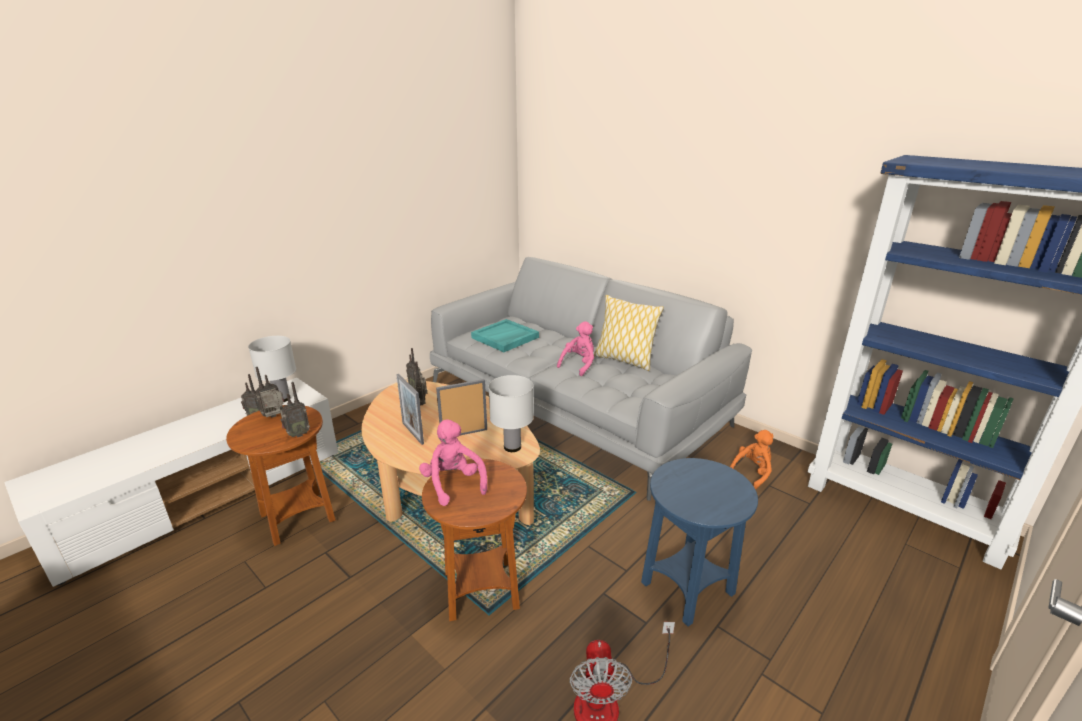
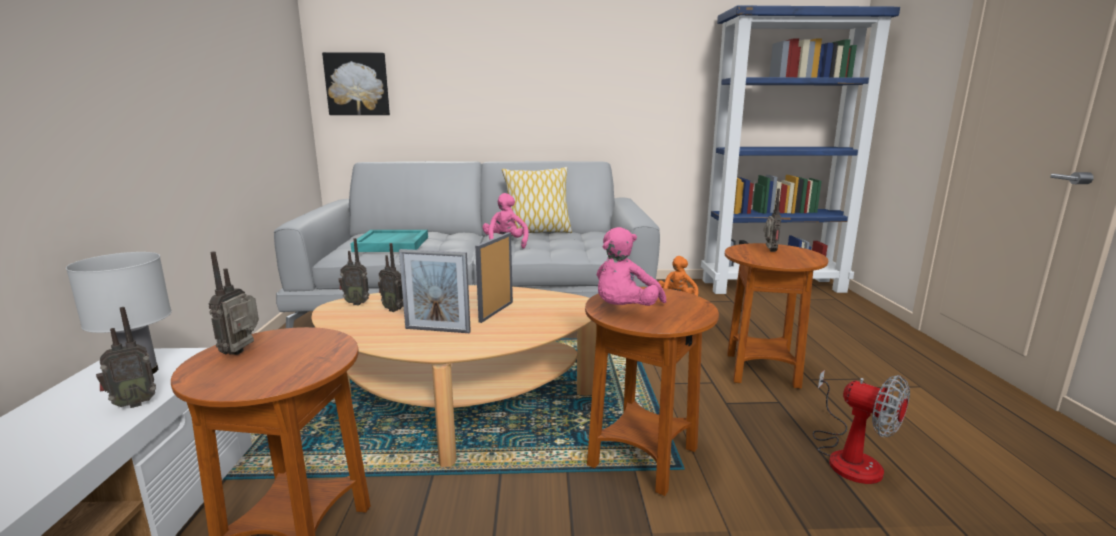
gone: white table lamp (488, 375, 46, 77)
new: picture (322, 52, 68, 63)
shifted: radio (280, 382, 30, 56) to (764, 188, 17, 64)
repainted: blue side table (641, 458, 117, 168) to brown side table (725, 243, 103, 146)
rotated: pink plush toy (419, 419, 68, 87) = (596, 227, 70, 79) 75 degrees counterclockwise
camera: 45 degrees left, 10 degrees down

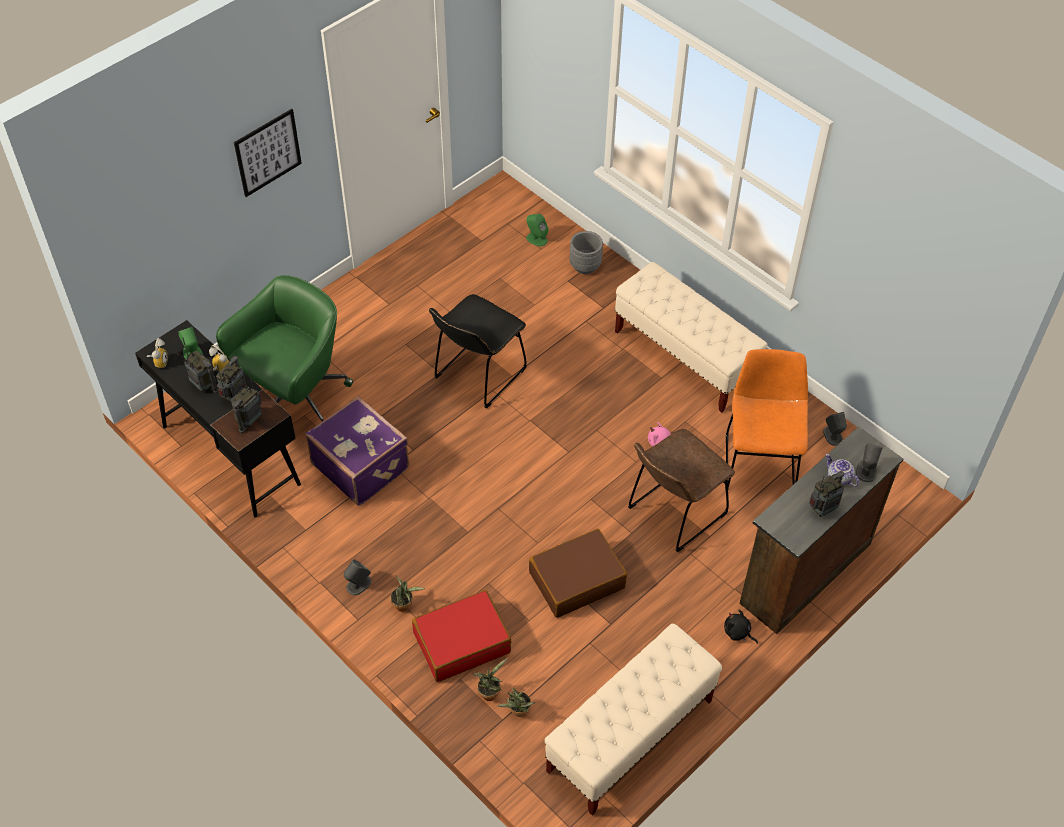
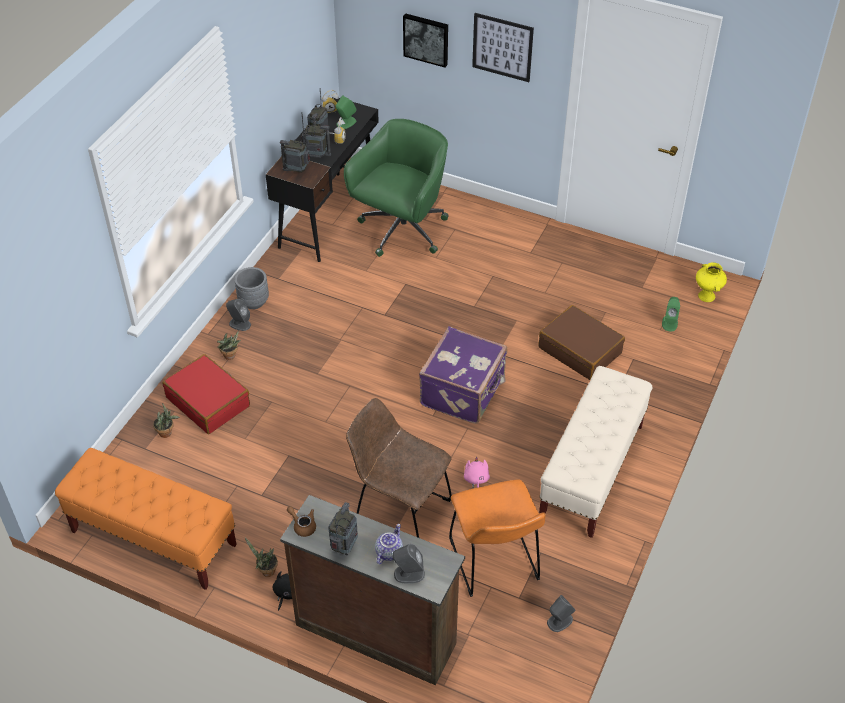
gone: black chair (429, 294, 98, 114)
new: brown teapot (287, 506, 29, 31); picture (403, 13, 45, 55); yellow vase (696, 262, 31, 40)
shifted: purple suitcase (306, 396, 103, 110) to (419, 326, 88, 98); potted plant (497, 688, 38, 29) to (245, 538, 33, 39); brown suitcase (529, 529, 98, 89) to (539, 305, 86, 75); grey planter (570, 231, 33, 43) to (235, 267, 34, 42)
repainted: beige bench (544, 624, 178, 192) to orange bench (55, 448, 182, 142)
rotated: green office chair (216, 275, 137, 147) = (344, 119, 105, 138) 75 degrees counterclockwise; orange chair (726, 349, 82, 139) = (449, 479, 97, 118) 90 degrees clockwise; radio (809, 471, 36, 46) = (328, 502, 30, 53) 105 degrees counterclockwise
camera: 70 degrees right, 5 degrees down

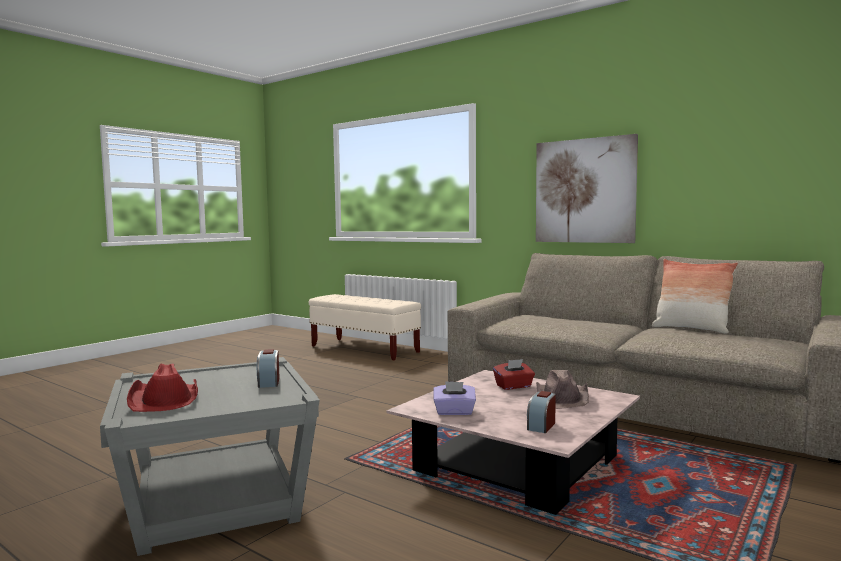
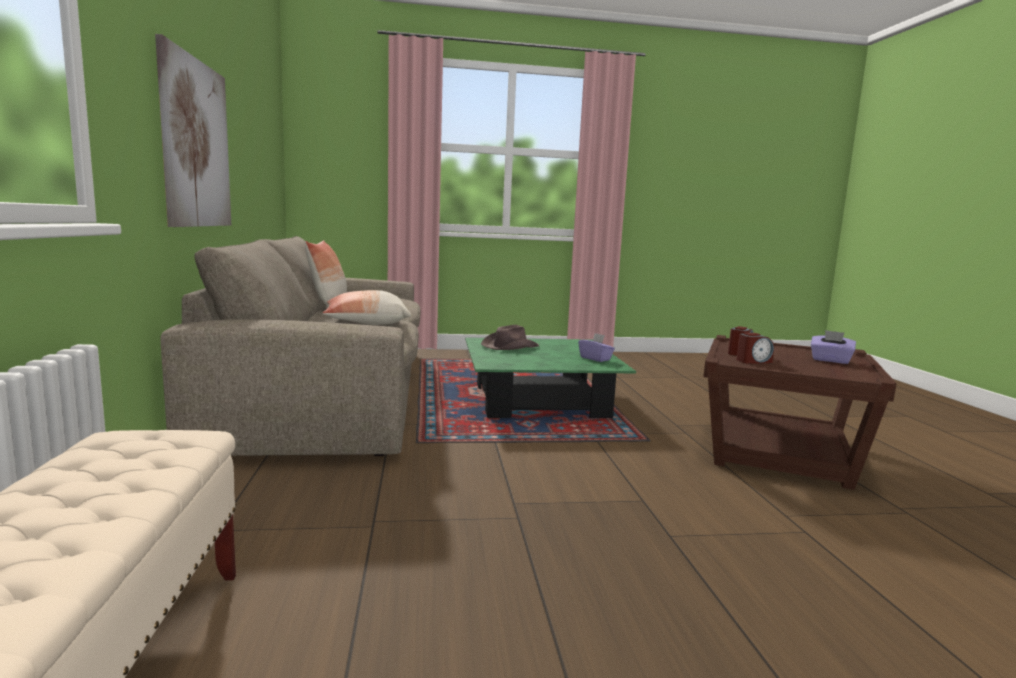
gone: red tissue box (493, 359, 42, 31)
new: pillow (322, 290, 89, 35)
shifted: alarm clock (527, 391, 29, 42) to (737, 333, 37, 31)
swapped: red hat (127, 364, 71, 48) to purple tissue box (811, 330, 45, 34)
repainted: grey side table (100, 357, 220, 199) to brown side table (704, 335, 193, 155); pink coffee table (387, 370, 253, 145) to green coffee table (465, 337, 171, 81)
camera: 135 degrees left, 5 degrees up

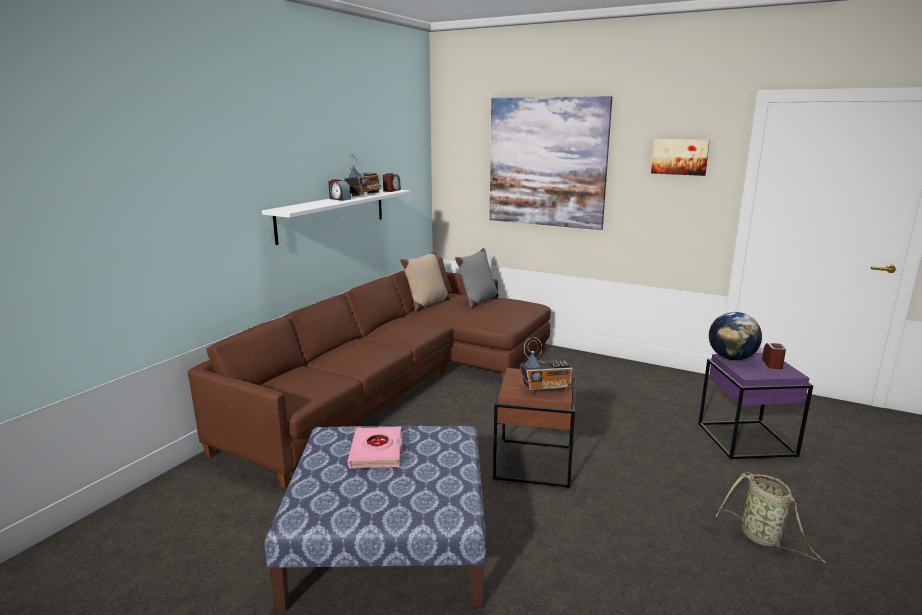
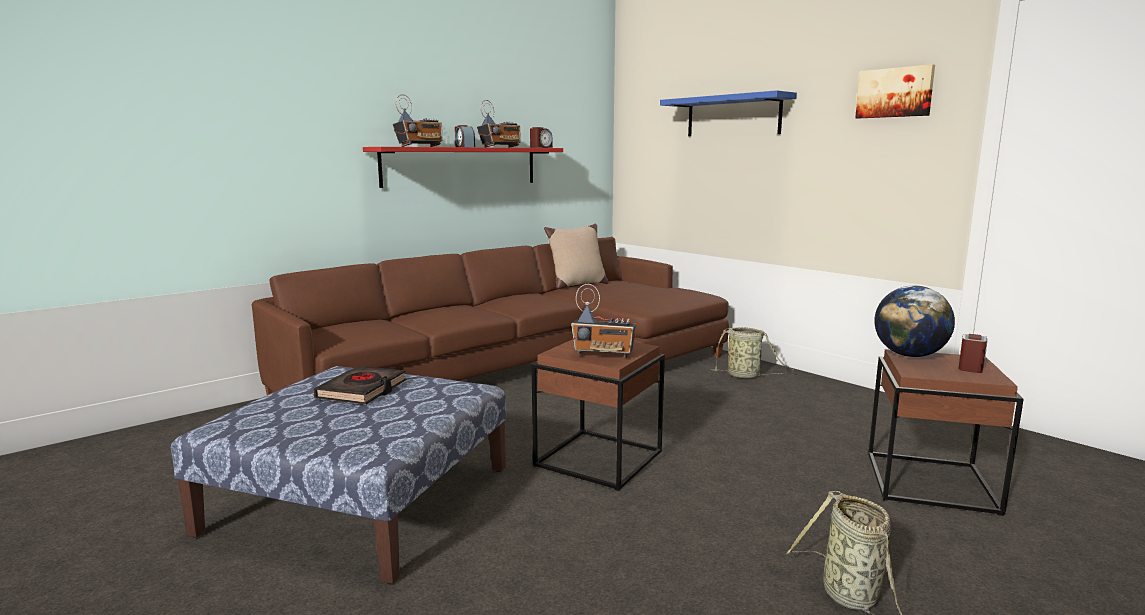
gone: grey pillow (455, 248, 44, 60)
new: radio (393, 94, 50, 53); basket (710, 327, 83, 51)
swapped: picture (490, 96, 122, 134) to blue shelf (660, 90, 137, 46)
repainted: white shelf (262, 189, 149, 56) to red shelf (363, 147, 200, 41); pink book (348, 427, 54, 41) to black book (313, 366, 93, 39); purple side table (698, 353, 115, 107) to brown side table (868, 349, 156, 167)
camera: 20 degrees right, 5 degrees down

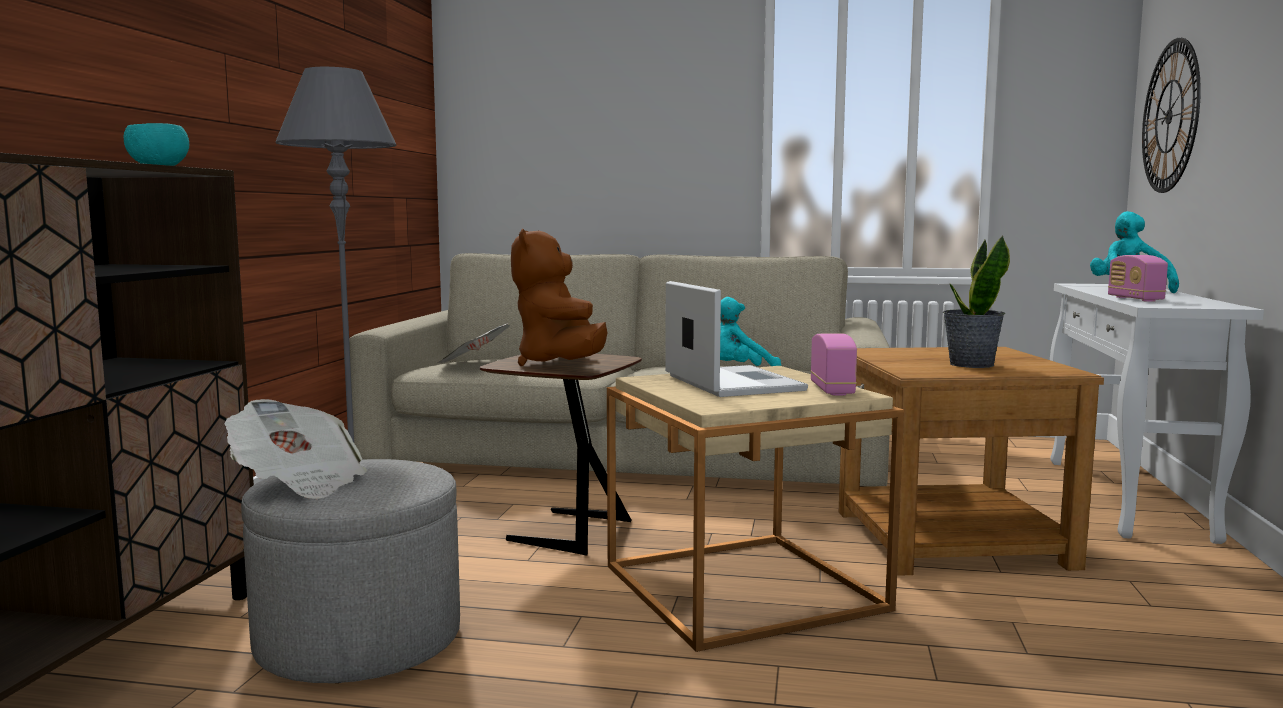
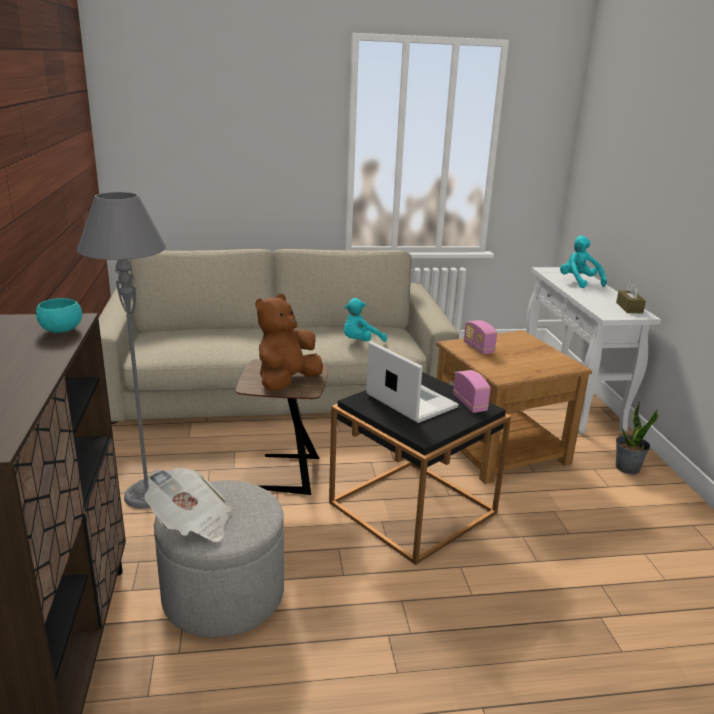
gone: newspaper (437, 323, 73, 40); wall clock (1142, 38, 59, 155)
new: brown tissue box (616, 282, 30, 32)
shifted: potted plant (943, 235, 67, 133) to (616, 401, 42, 73); radio (1108, 255, 60, 47) to (464, 320, 33, 34)
repainted: beige side table (607, 366, 297, 286) to black side table (329, 372, 182, 193)
rotated: brown plush toy (511, 229, 96, 137) = (256, 294, 67, 97) 60 degrees clockwise
camera: 20 degrees left, 15 degrees up

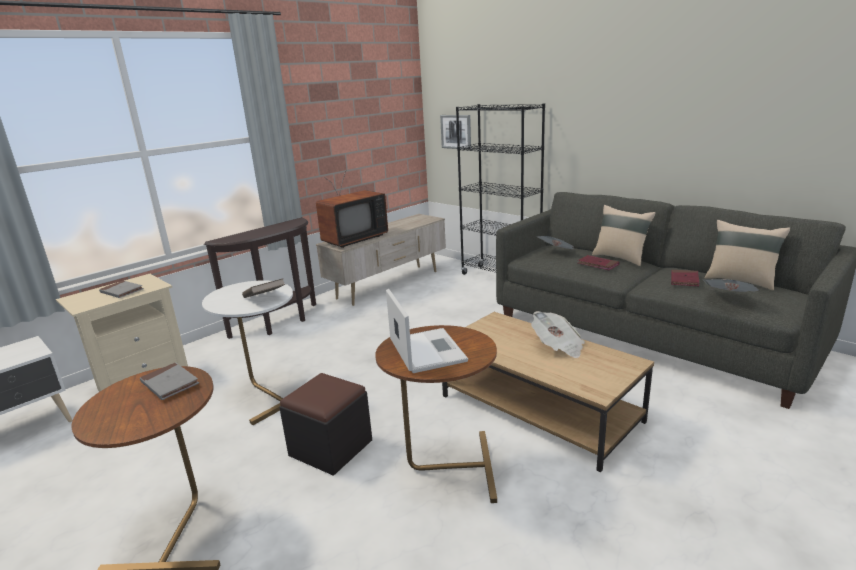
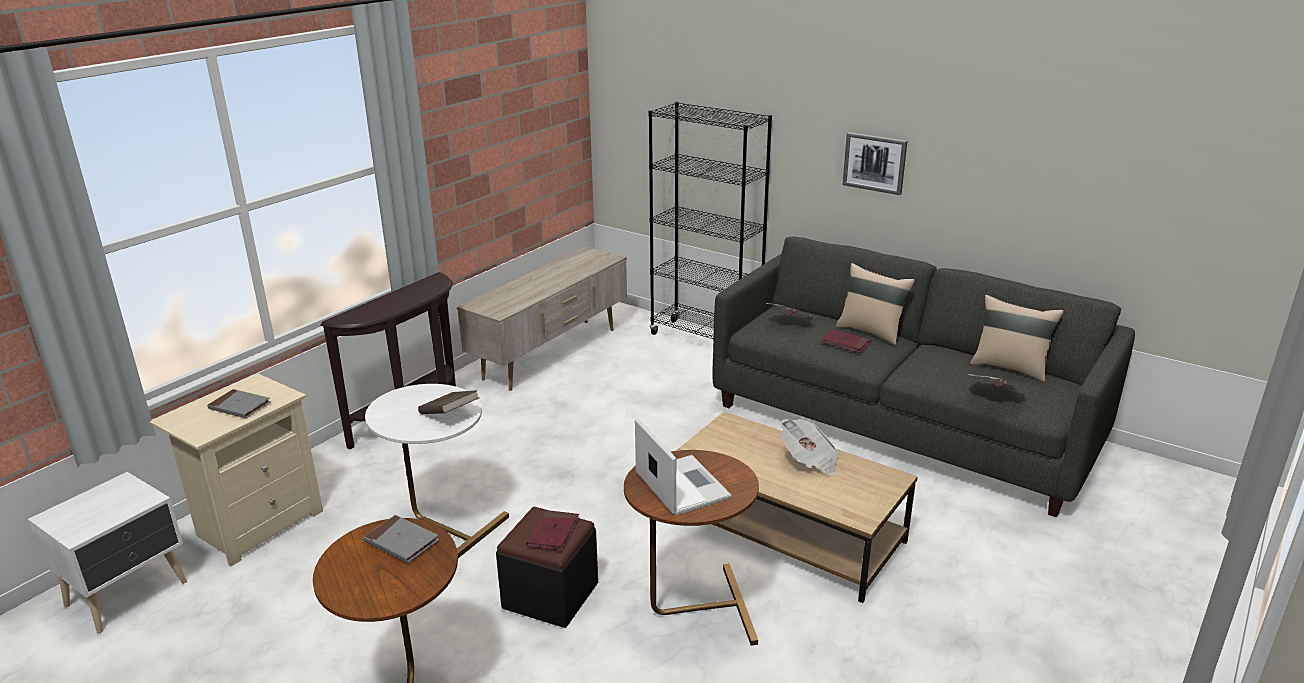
gone: television (316, 171, 72, 77)
shifted: picture (440, 115, 31, 34) to (843, 132, 64, 63); red book (671, 270, 29, 16) to (526, 510, 54, 41)
camera: 10 degrees left, 5 degrees up

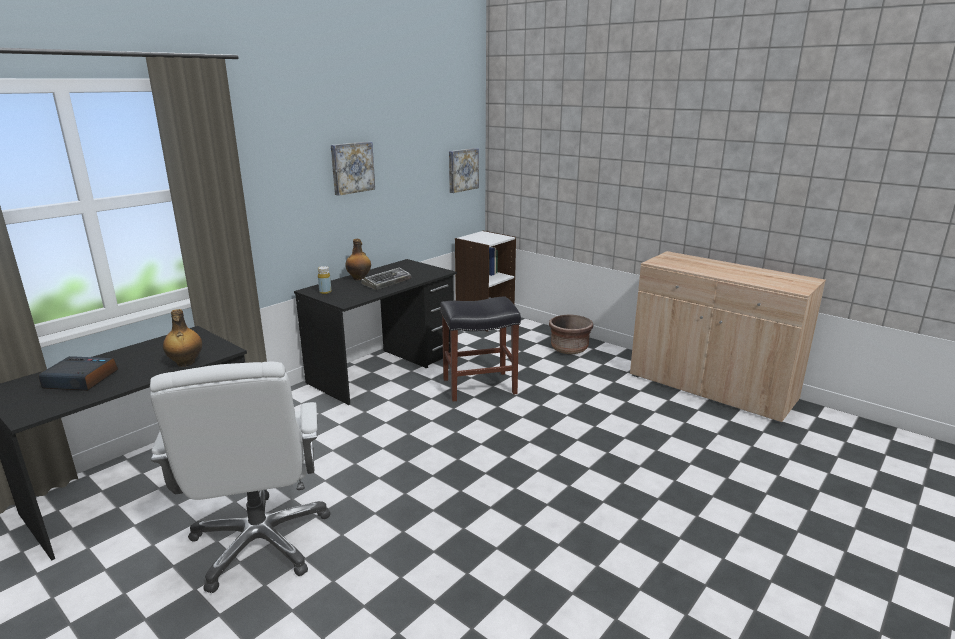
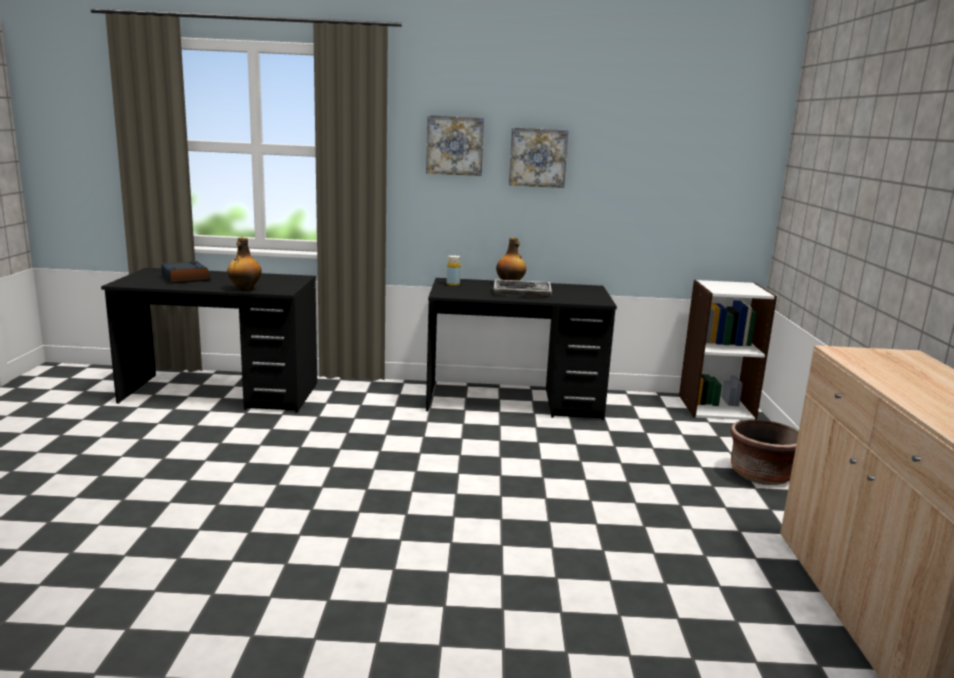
gone: white office chair (150, 362, 181, 231); black stool (440, 297, 81, 105)
shifted: picture (449, 148, 30, 45) to (426, 115, 58, 61)
camera: 50 degrees right, 5 degrees down

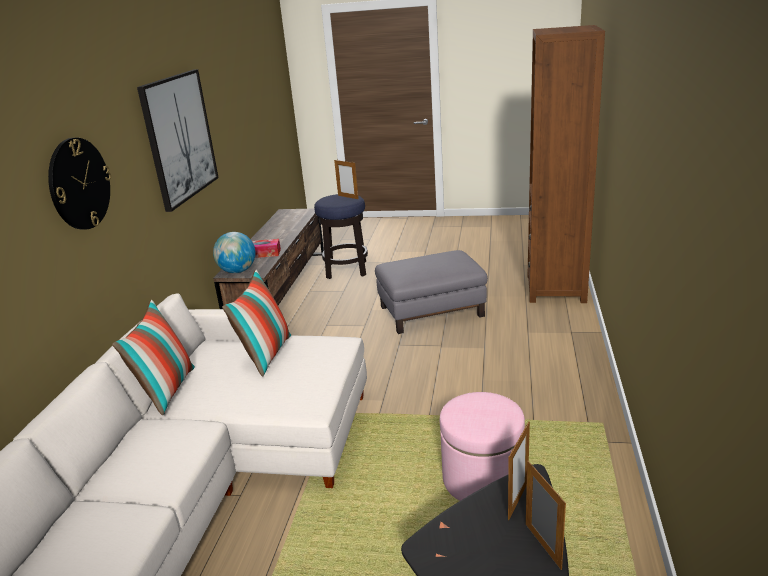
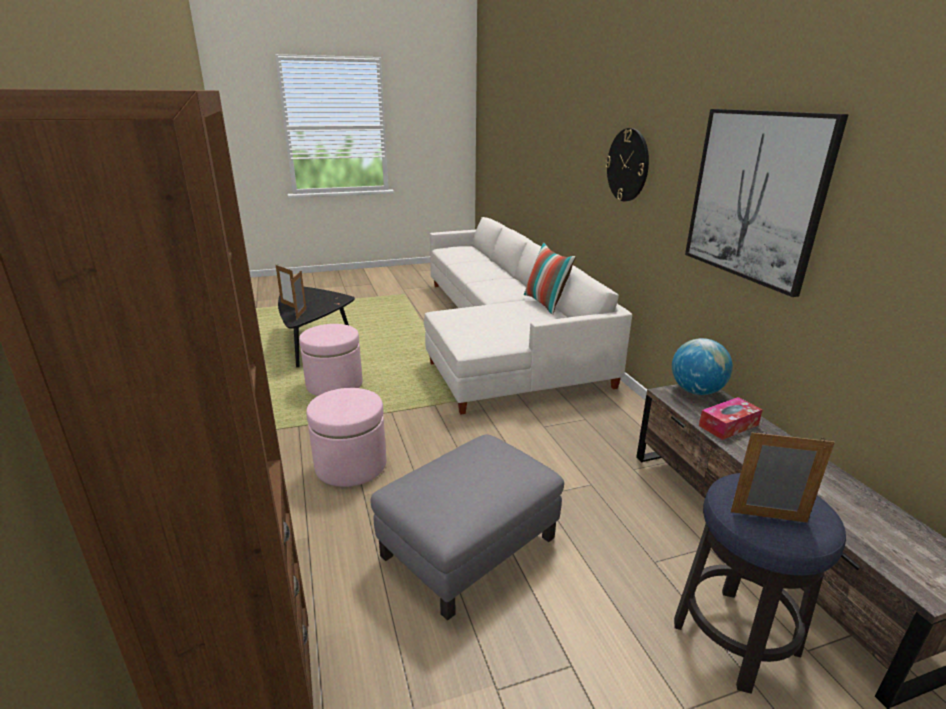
gone: pillow (222, 270, 69, 107)
new: pink ottoman (306, 388, 80, 99)
camera: 150 degrees right, 0 degrees up

